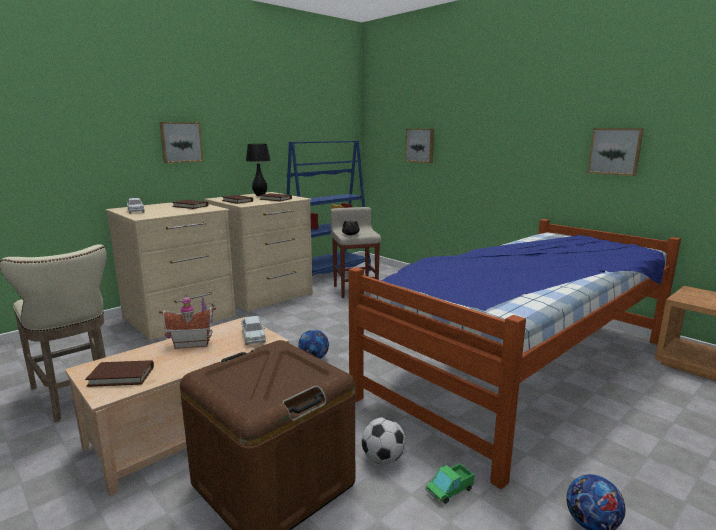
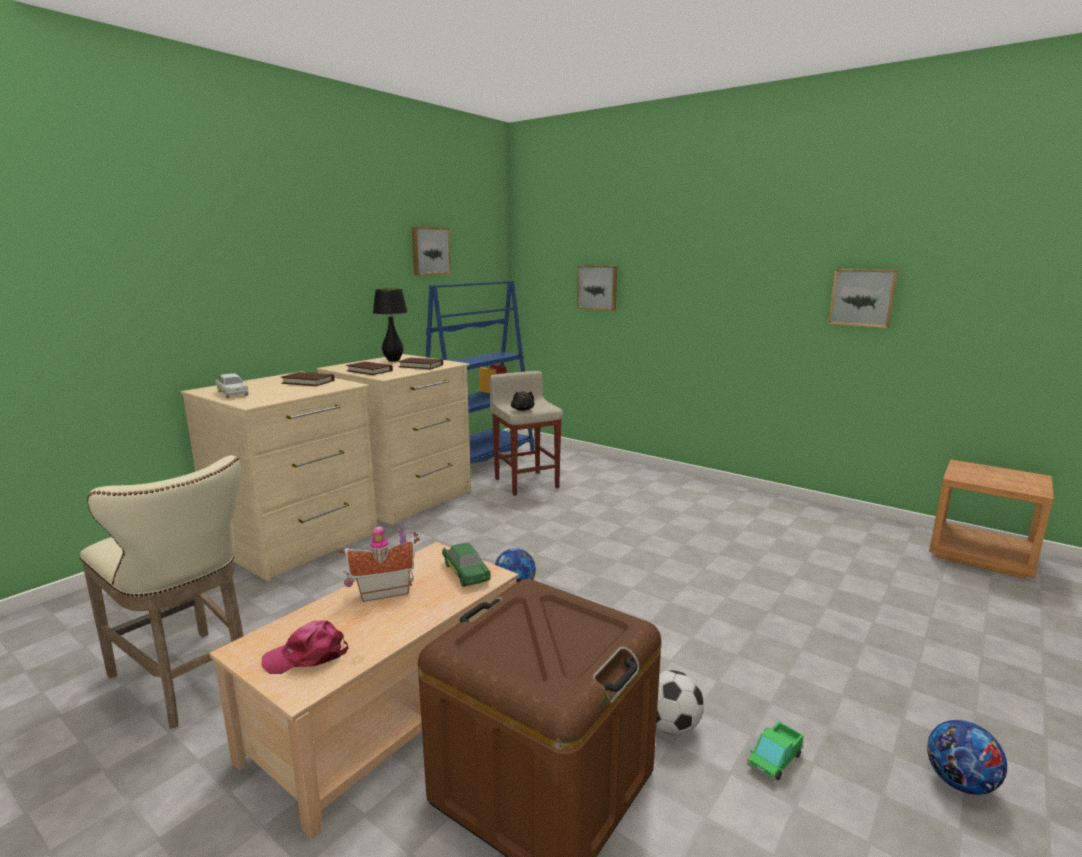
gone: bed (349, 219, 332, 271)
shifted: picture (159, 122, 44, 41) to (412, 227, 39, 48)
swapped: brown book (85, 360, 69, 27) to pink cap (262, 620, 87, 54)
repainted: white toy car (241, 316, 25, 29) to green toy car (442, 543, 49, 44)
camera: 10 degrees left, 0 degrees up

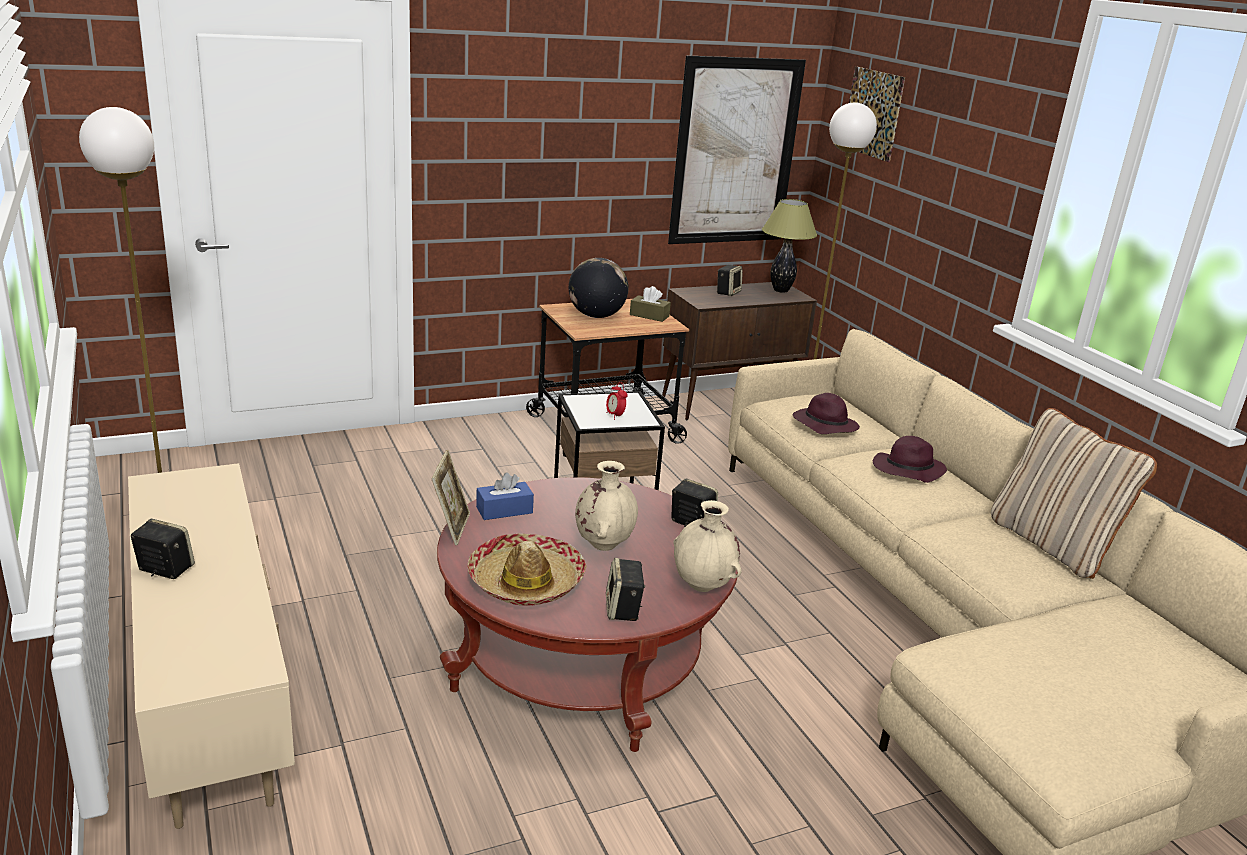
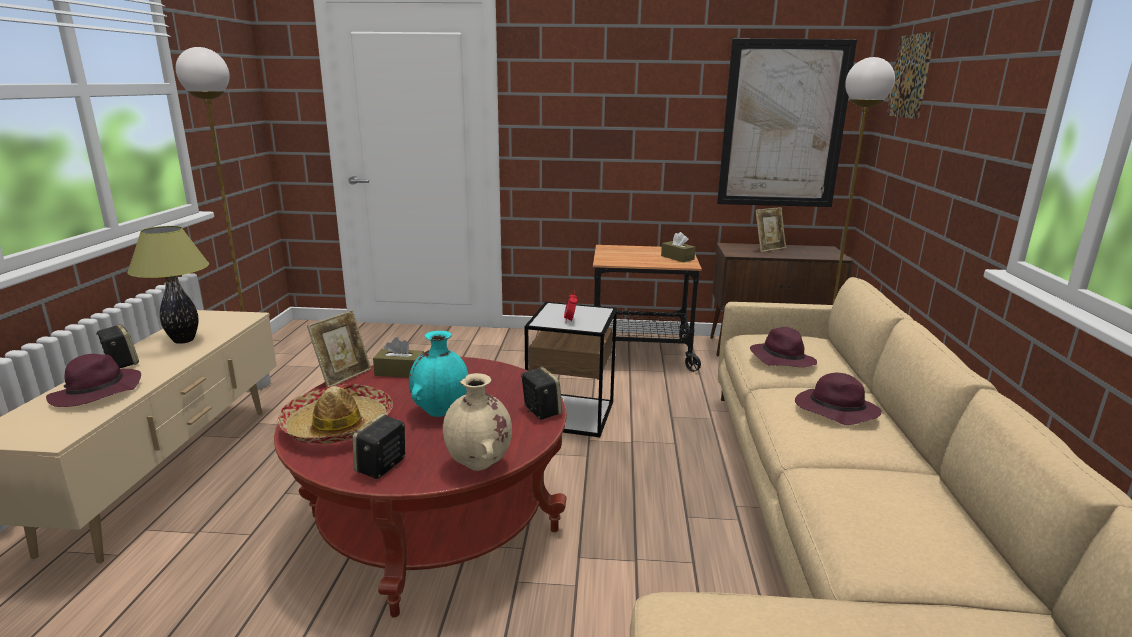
gone: globe (569, 258, 59, 60); beige pillow (991, 408, 166, 171)
new: purple hat (46, 354, 95, 53)
shifted: table lamp (762, 199, 55, 94) to (127, 226, 82, 118)
swapped: speaker (717, 265, 26, 31) to picture frame (755, 207, 31, 45)
repainted: blue tissue box (476, 472, 58, 48) to brown tissue box (373, 337, 51, 41); beige vase (575, 461, 63, 90) to turquoise vase (409, 331, 59, 86)
camera: 30 degrees right, 5 degrees down

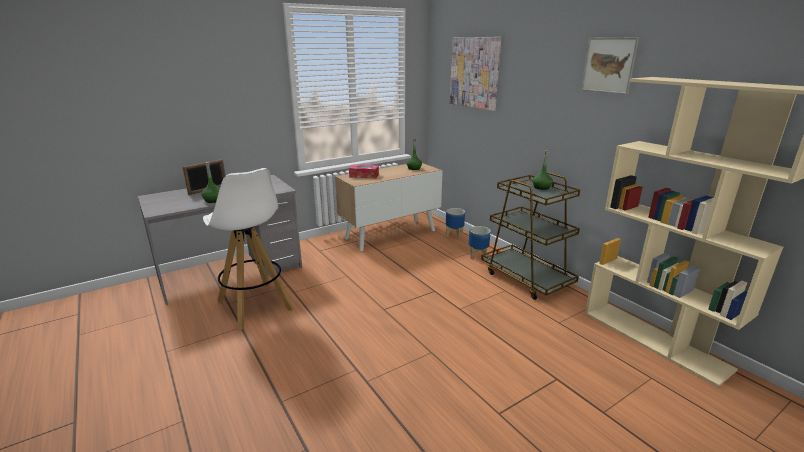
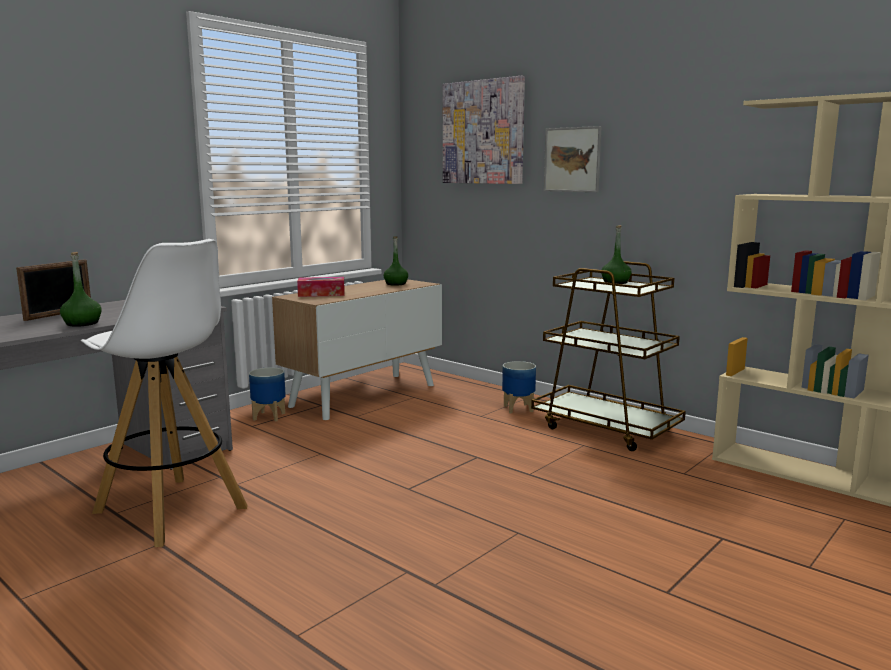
shifted: planter (446, 208, 19, 30) to (249, 367, 37, 54); picture (581, 37, 58, 58) to (544, 126, 58, 66)
camera: 15 degrees left, 10 degrees down

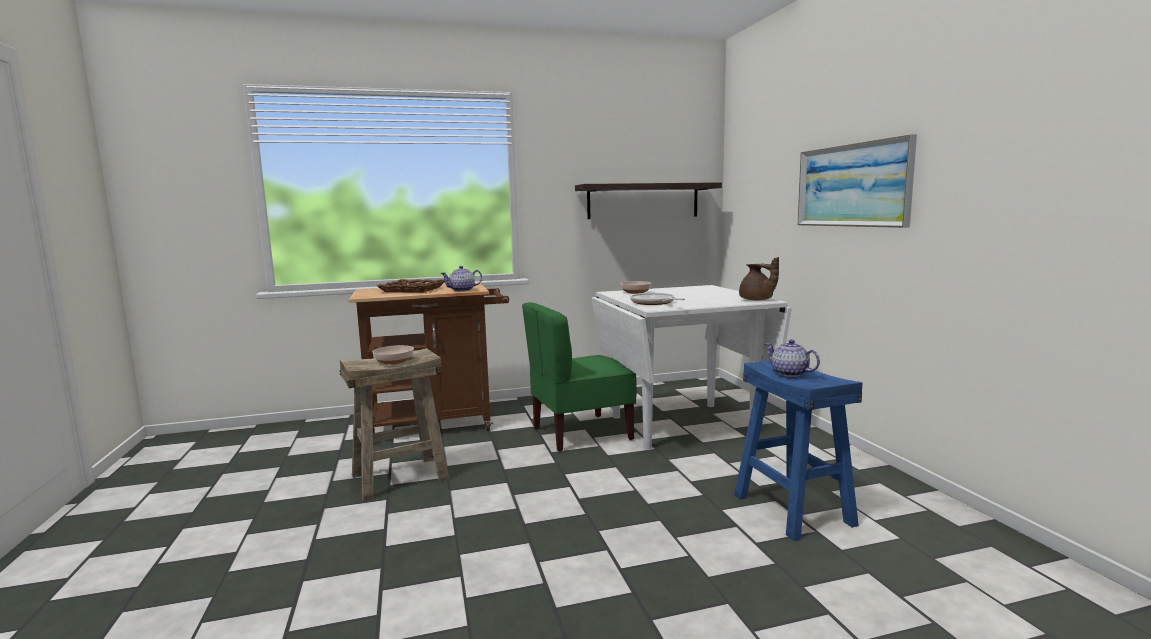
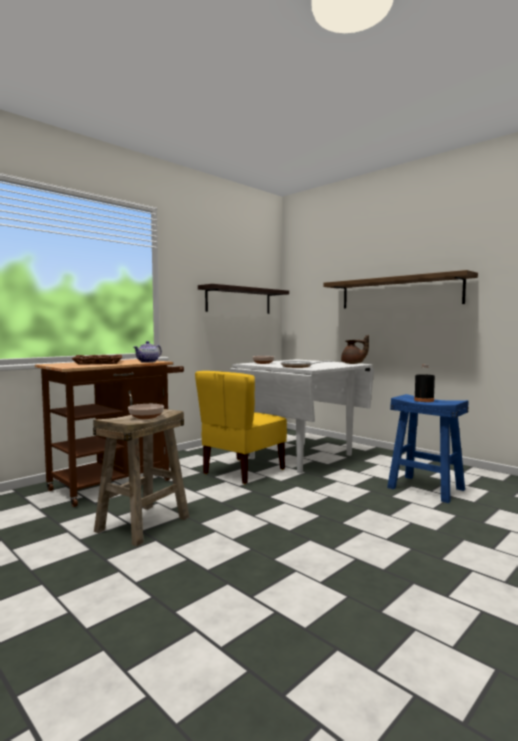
swapped: teapot (765, 339, 55, 38) to black bottle (414, 364, 21, 38); picture (798, 134, 119, 94) to shelf (323, 270, 155, 38)
repainted: green chair (522, 302, 115, 150) to yellow chair (195, 371, 92, 113)
camera: 30 degrees left, 5 degrees down

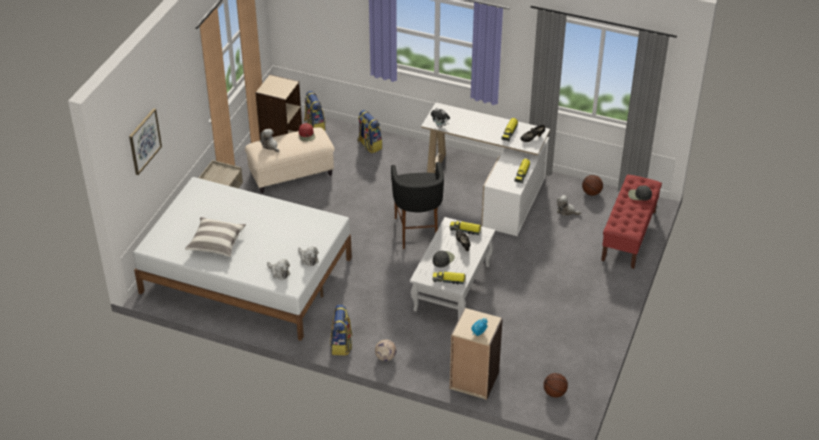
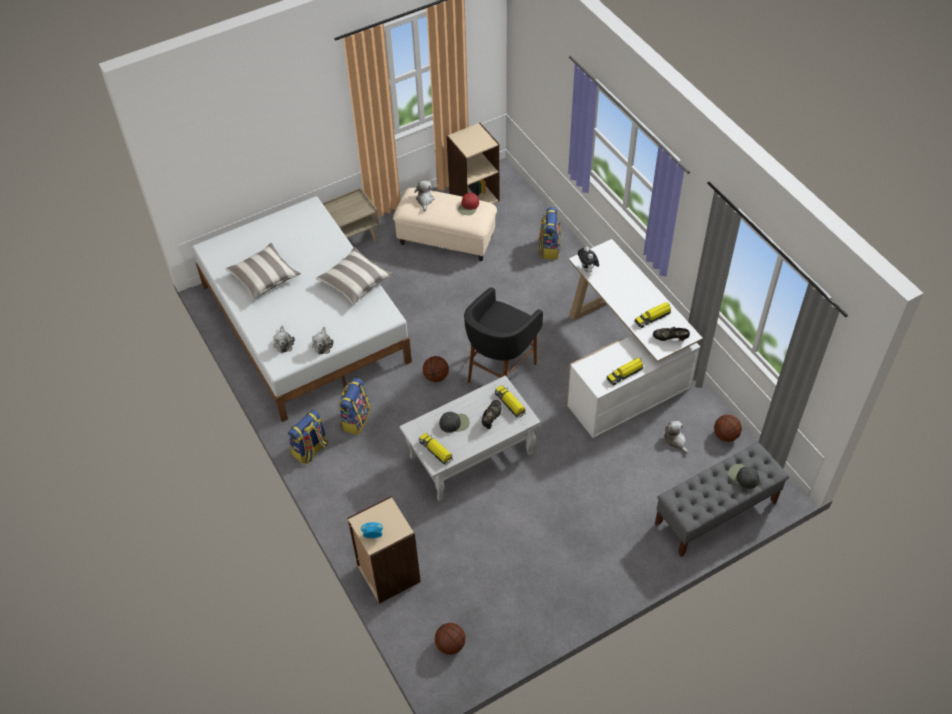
gone: picture (129, 108, 33, 67); football (375, 339, 21, 22)
new: pillow (316, 247, 77, 58); basketball (423, 356, 26, 26)
shifted: backpack (304, 91, 22, 40) to (339, 378, 32, 57)
repainted: red bench (601, 175, 61, 94) to grey bench (655, 442, 134, 115)
camera: 40 degrees right, 10 degrees up

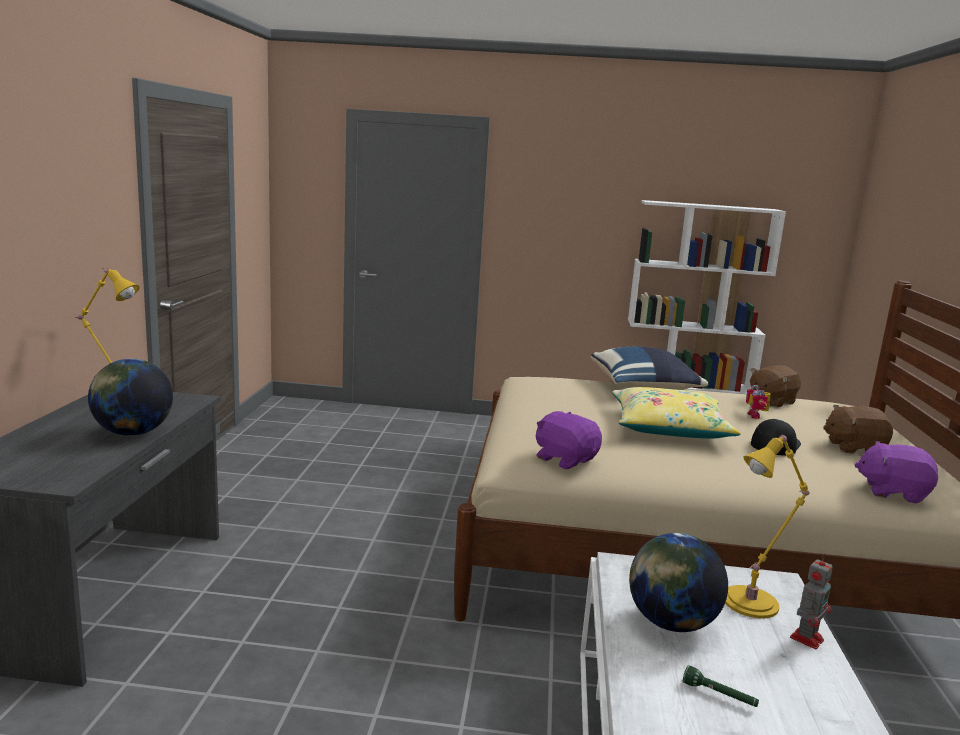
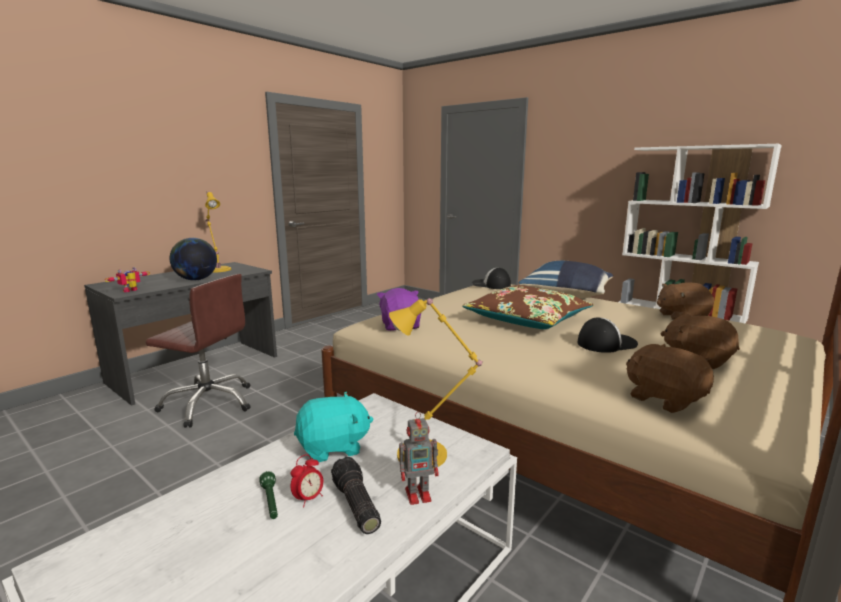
new: brown office chair (146, 274, 105, 154); alarm clock (290, 454, 33, 53); flashlight (331, 457, 50, 77); cap (472, 267, 39, 22)
shifted: toy robot (746, 385, 25, 34) to (105, 267, 45, 25)
swapped: globe (629, 533, 99, 99) to turquoise plush toy (294, 392, 79, 70)
repainted: yellow pillow (612, 387, 129, 52) to brown pillow (462, 285, 132, 44); purple plush toy (855, 441, 83, 63) to brown plush toy (626, 344, 88, 69)
camera: 35 degrees right, 0 degrees up

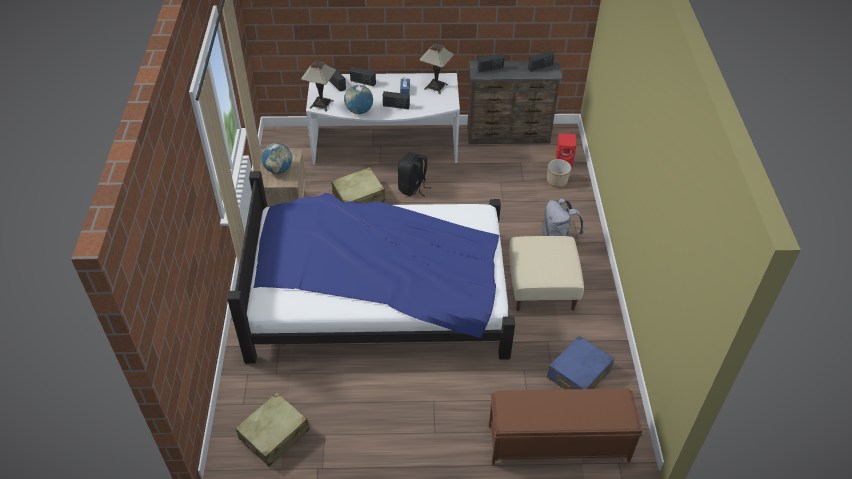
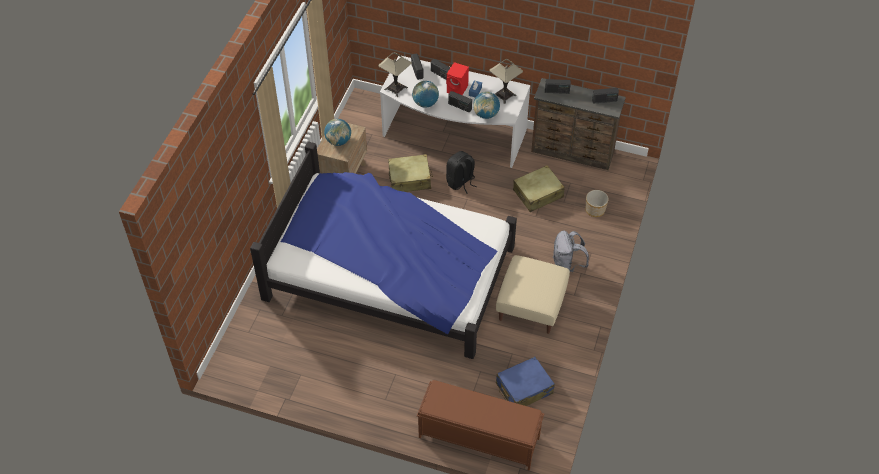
new: globe (473, 92, 27, 27)
shifted: beige suitcase (235, 392, 75, 74) to (513, 165, 52, 47); red speaker (556, 133, 20, 34) to (446, 62, 23, 33)
camera: 20 degrees right, 5 degrees up

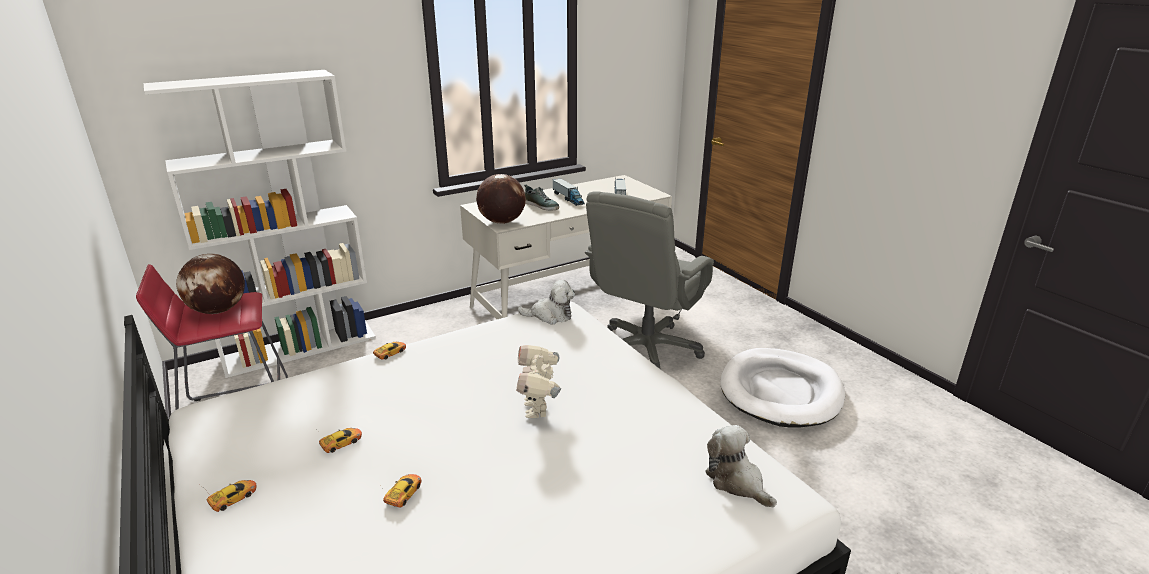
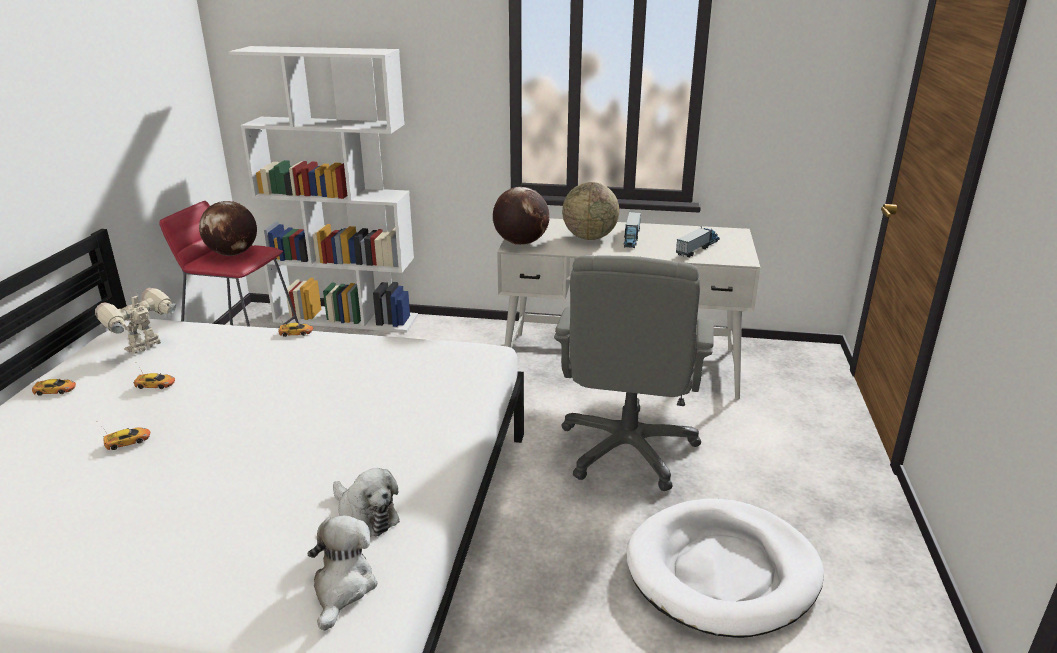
shifted: toy robot (516, 345, 45, 73) to (95, 288, 82, 66); plush toy (518, 280, 57, 45) to (333, 468, 67, 69)
swapped: shoe (524, 184, 35, 26) to globe (562, 182, 57, 58)
rotated: grey office chair (585, 191, 129, 178) = (554, 255, 160, 236) 60 degrees counterclockwise
camera: 40 degrees right, 0 degrees up

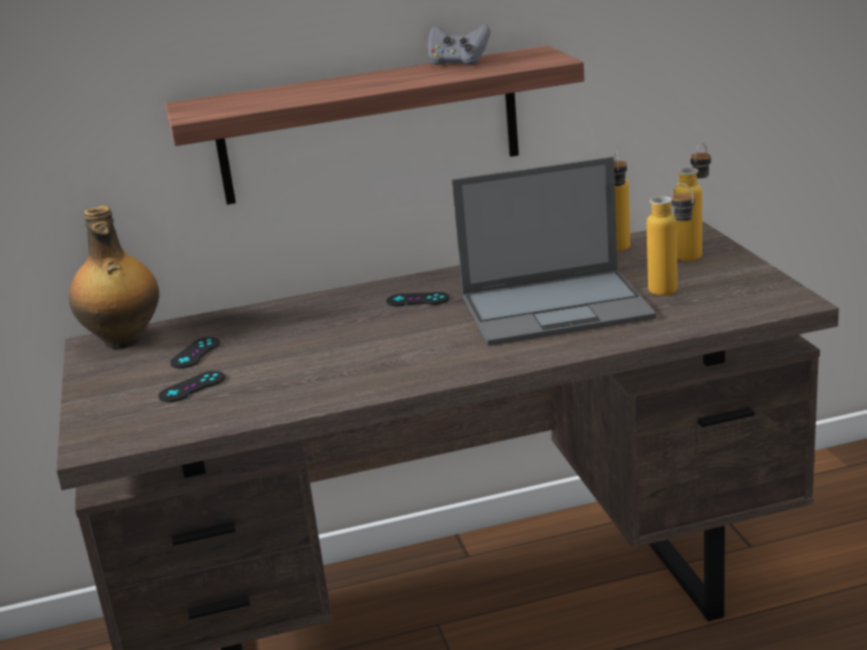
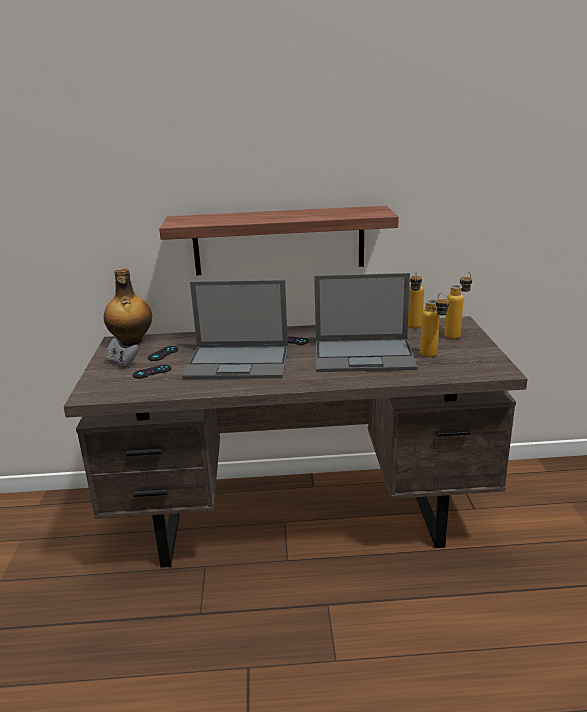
new: laptop (182, 280, 106, 99)
shifted: grey game controller (428, 24, 63, 41) to (105, 338, 35, 29)
camera: 10 degrees right, 0 degrees up

